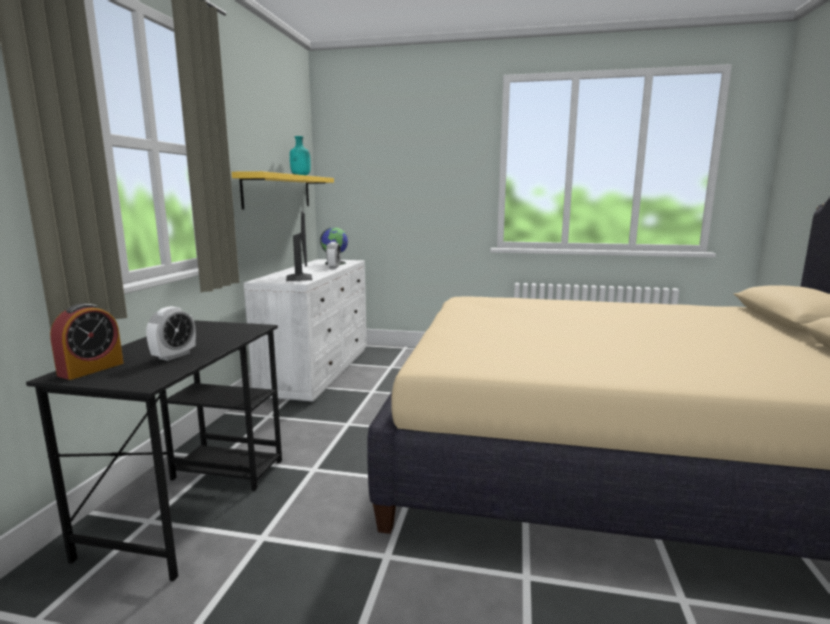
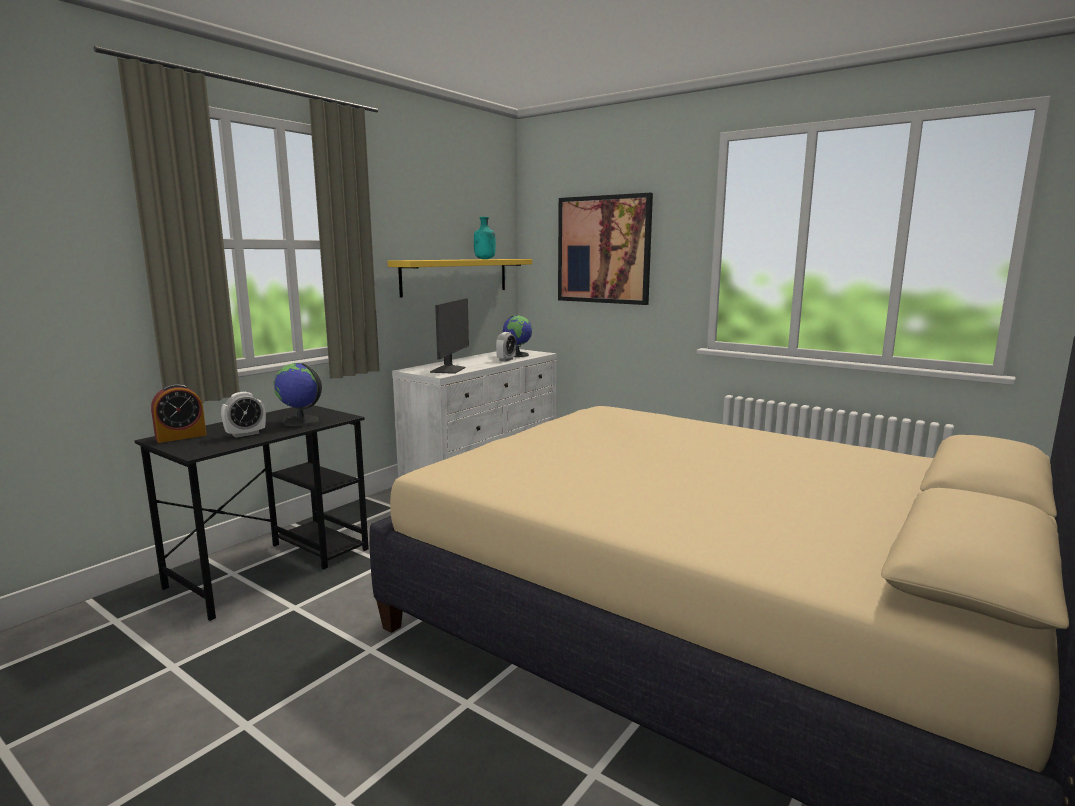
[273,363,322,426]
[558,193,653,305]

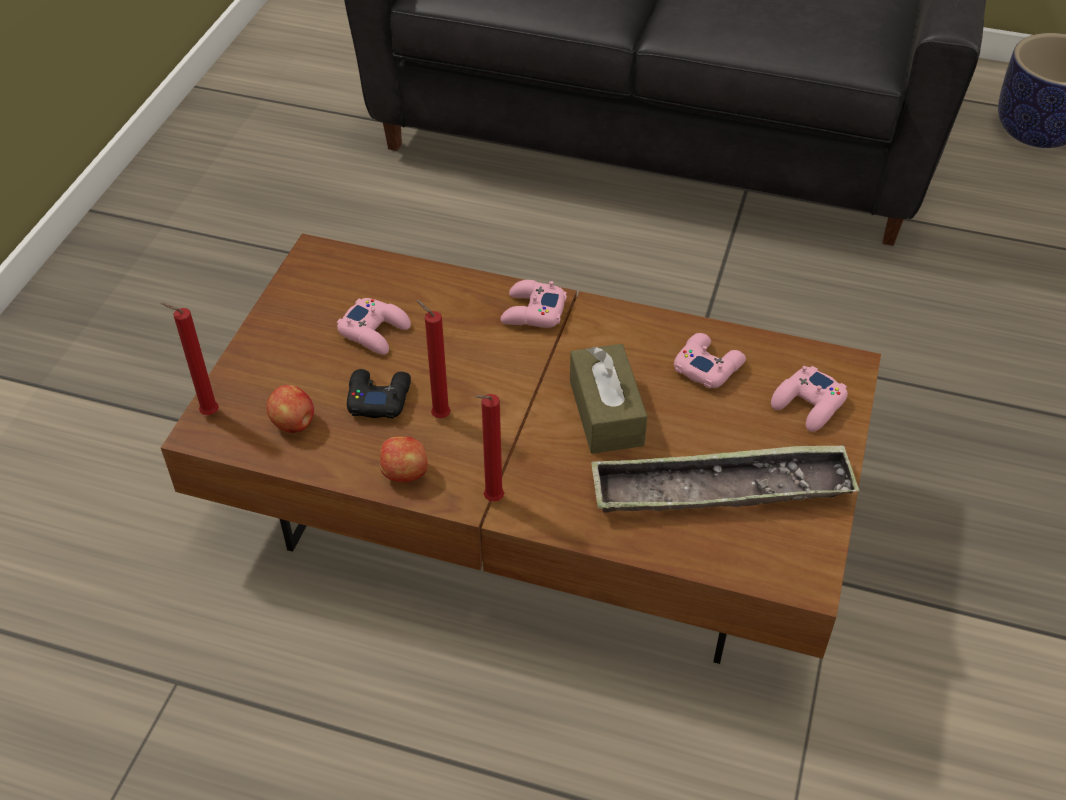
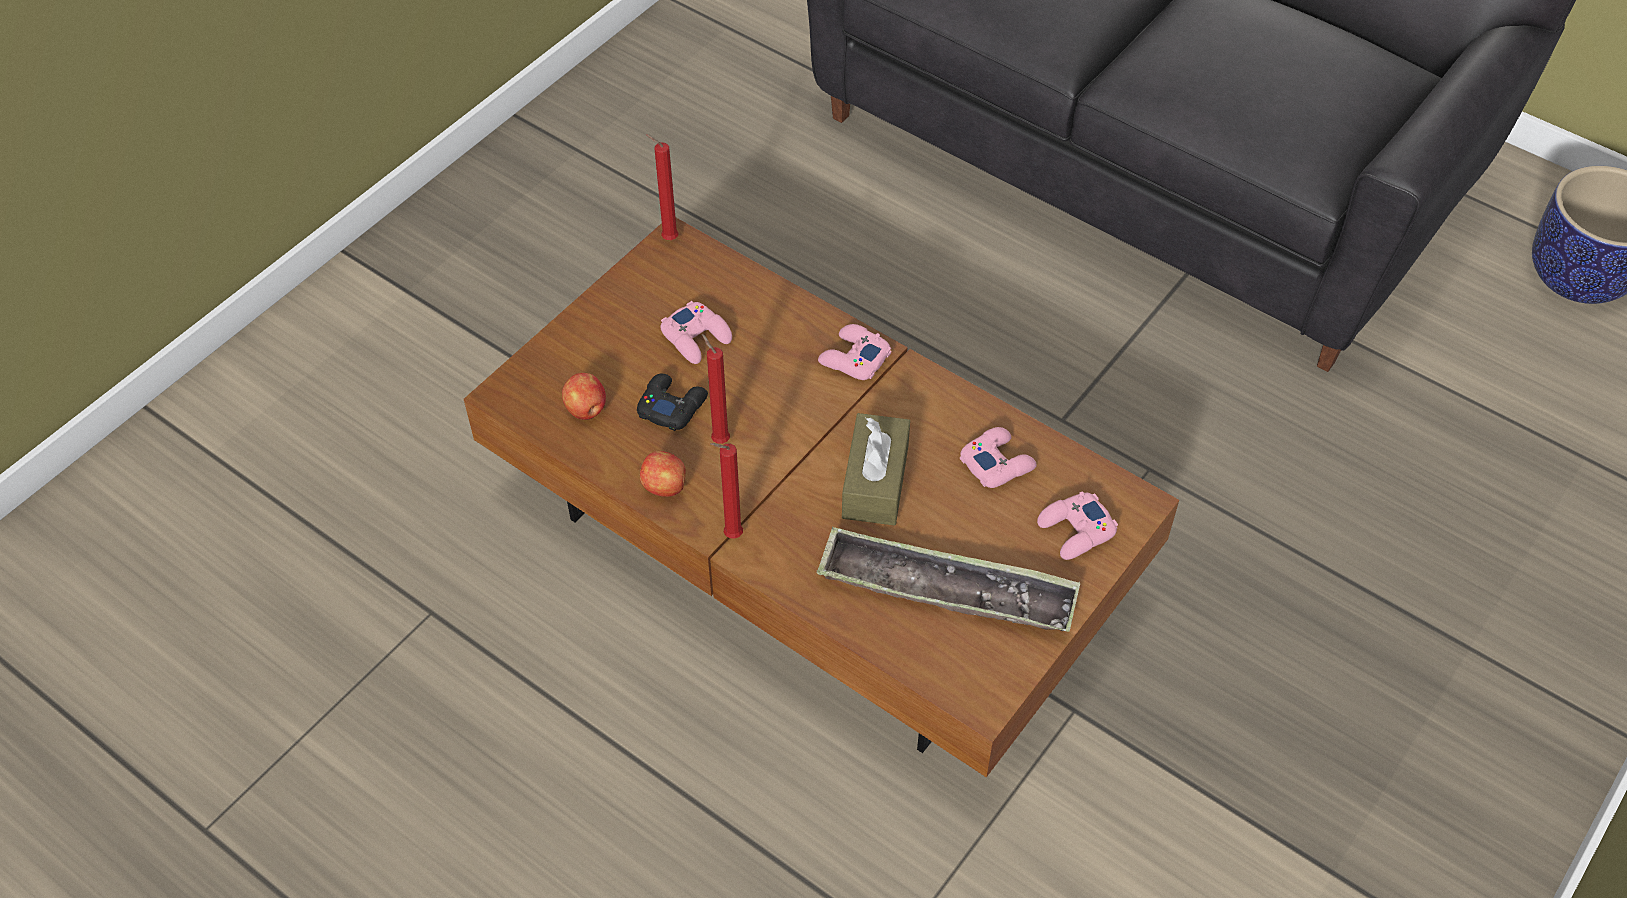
[646,134,678,240]

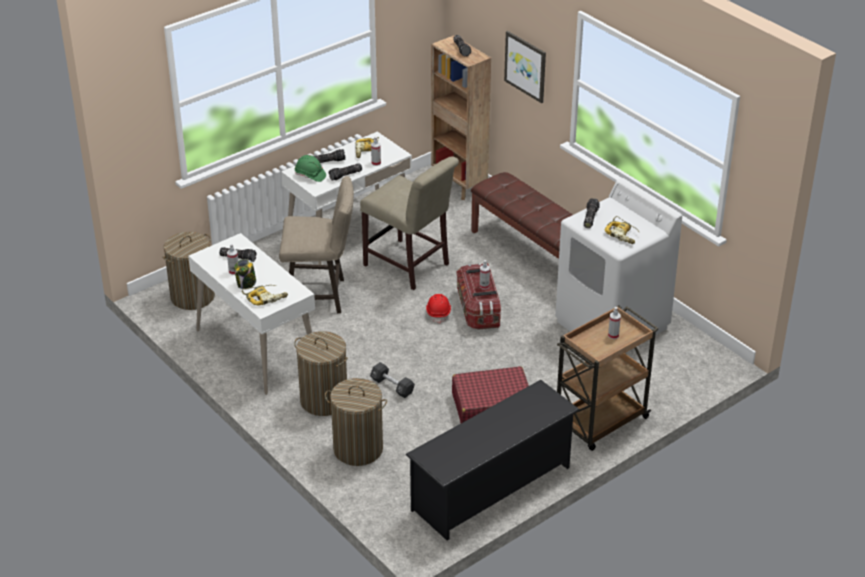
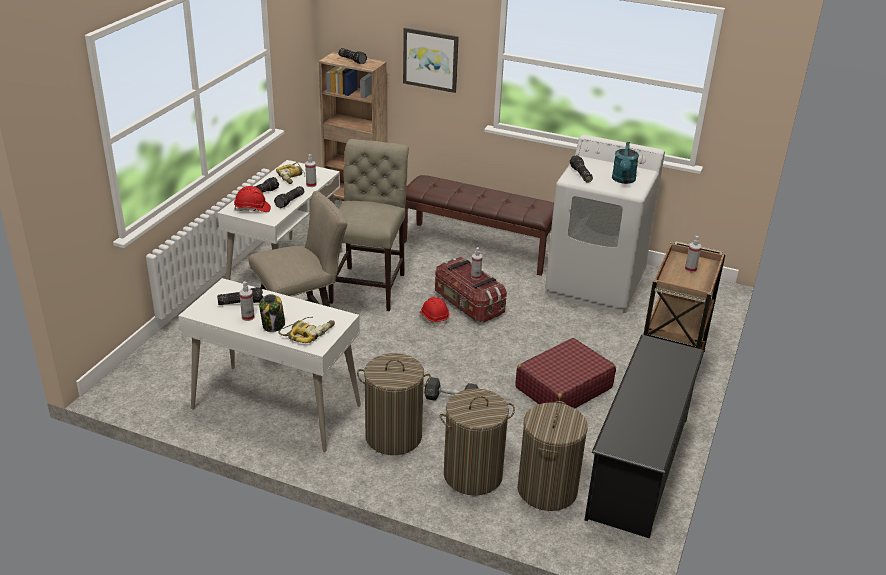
[518,401,588,511]
[612,142,639,184]
[234,186,271,212]
[329,139,409,311]

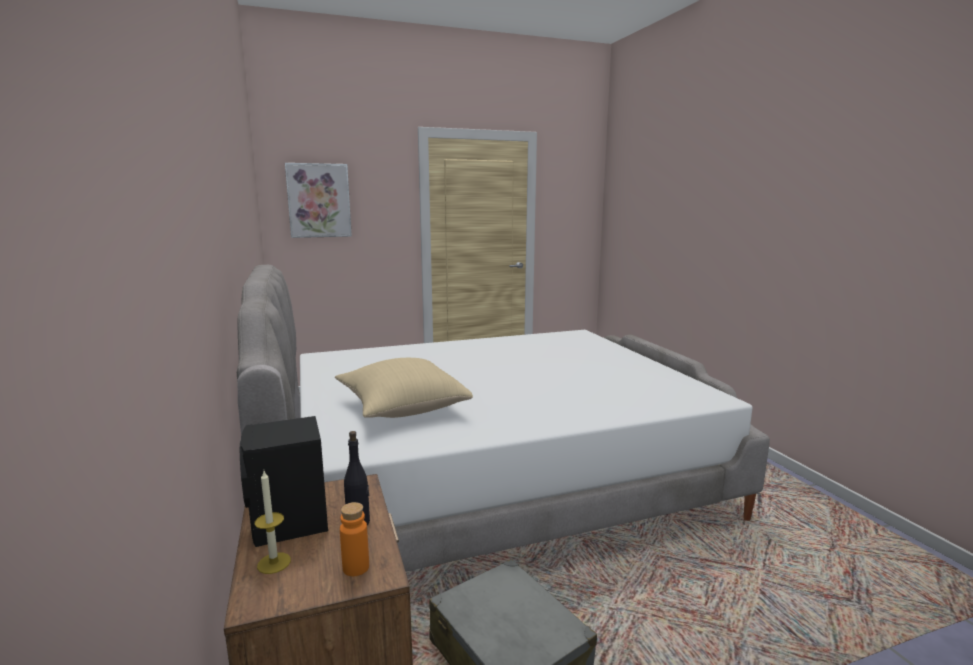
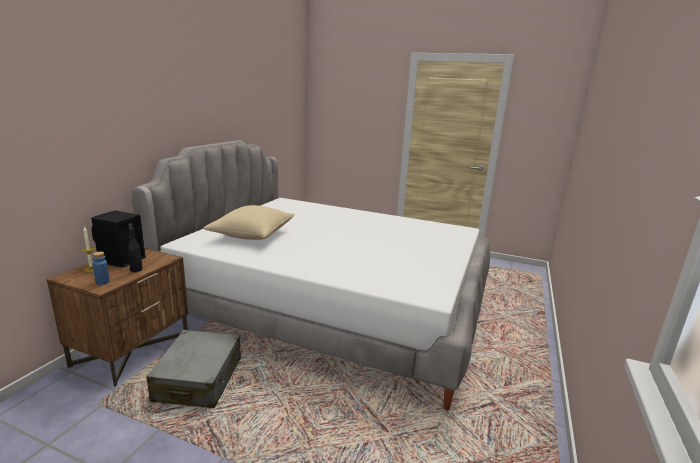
[285,163,352,238] (first image)
[92,252,110,285]

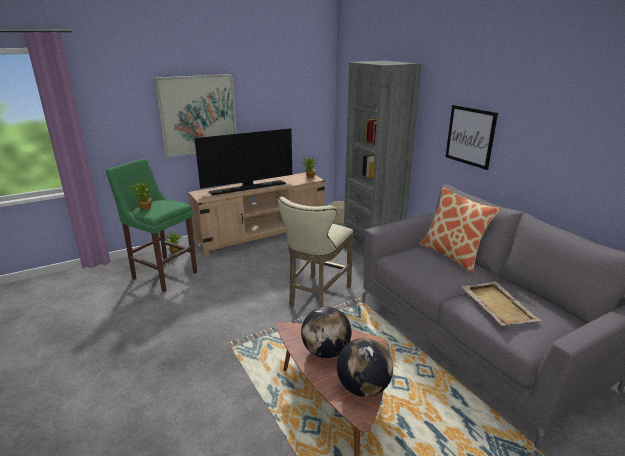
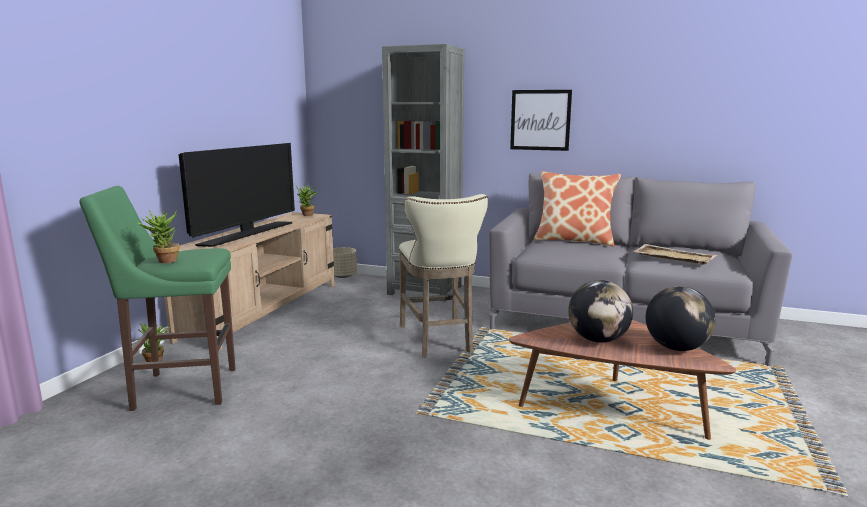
[154,74,237,158] (first image)

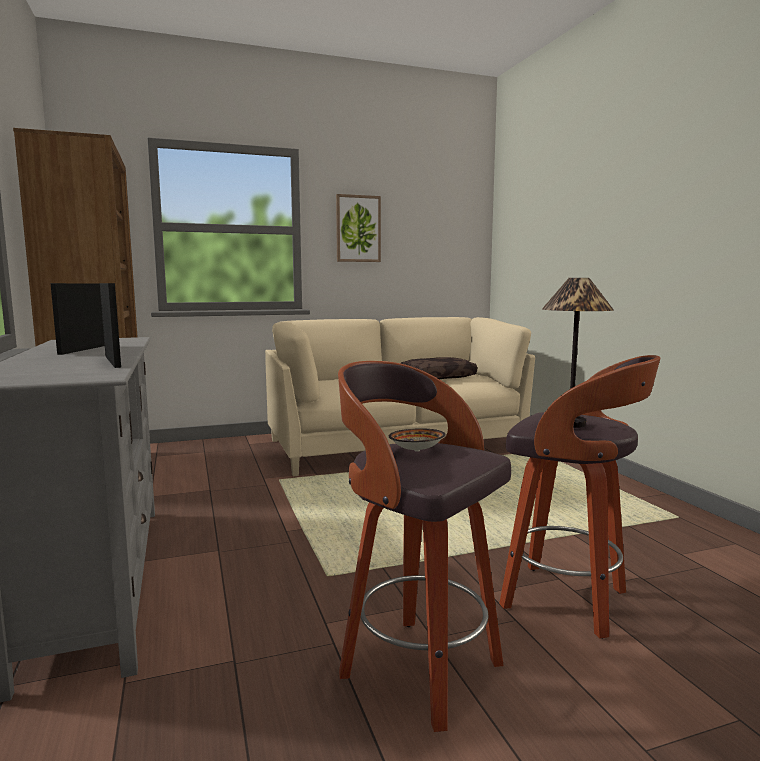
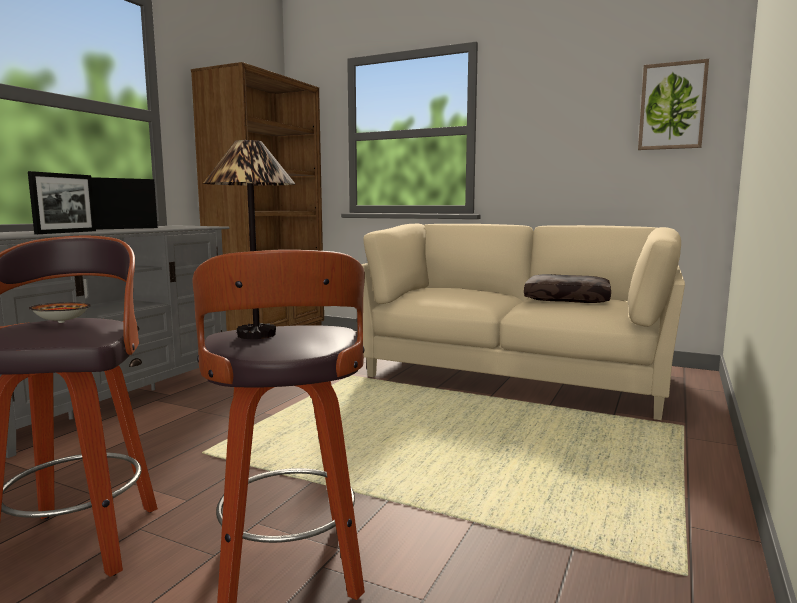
[638,59,709,150]

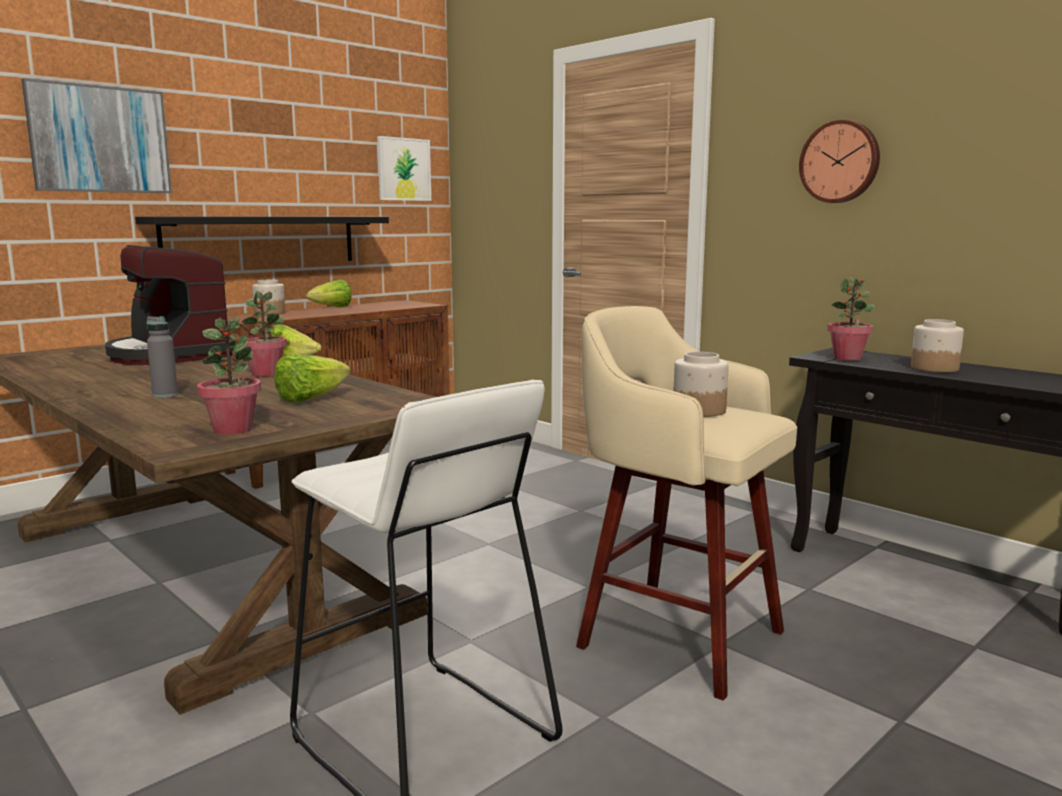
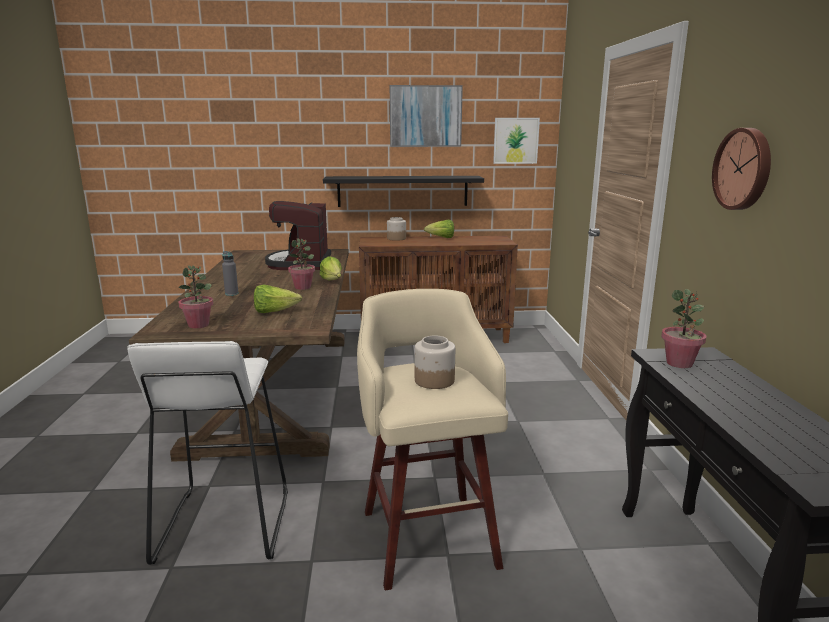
[911,319,964,372] (first image)
[390,85,463,147]

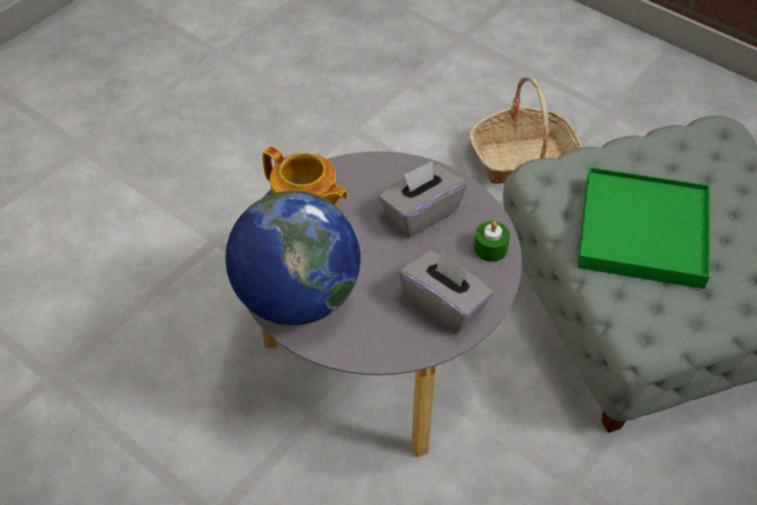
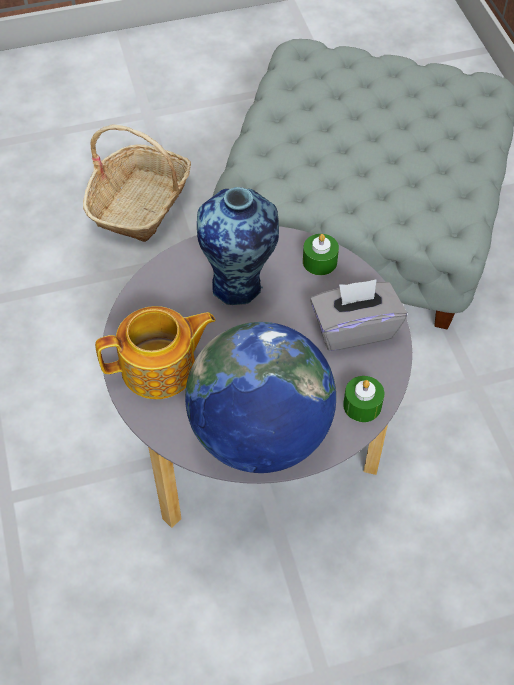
[577,167,710,289] (first image)
[343,376,384,422]
[197,187,279,305]

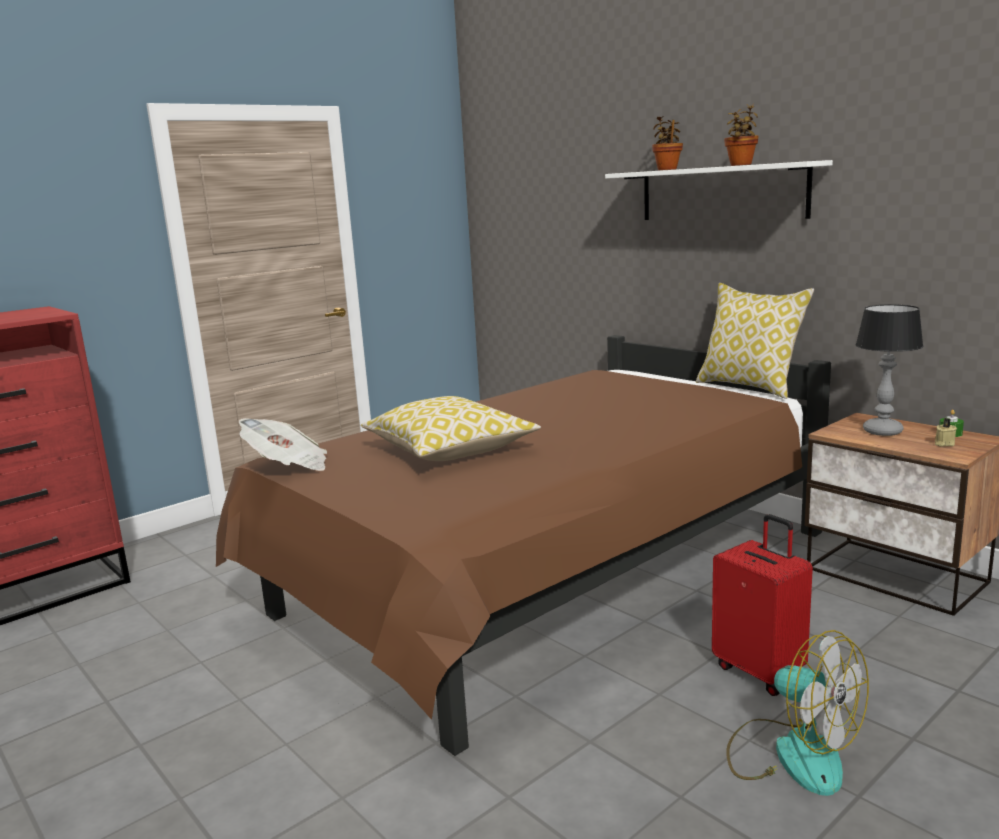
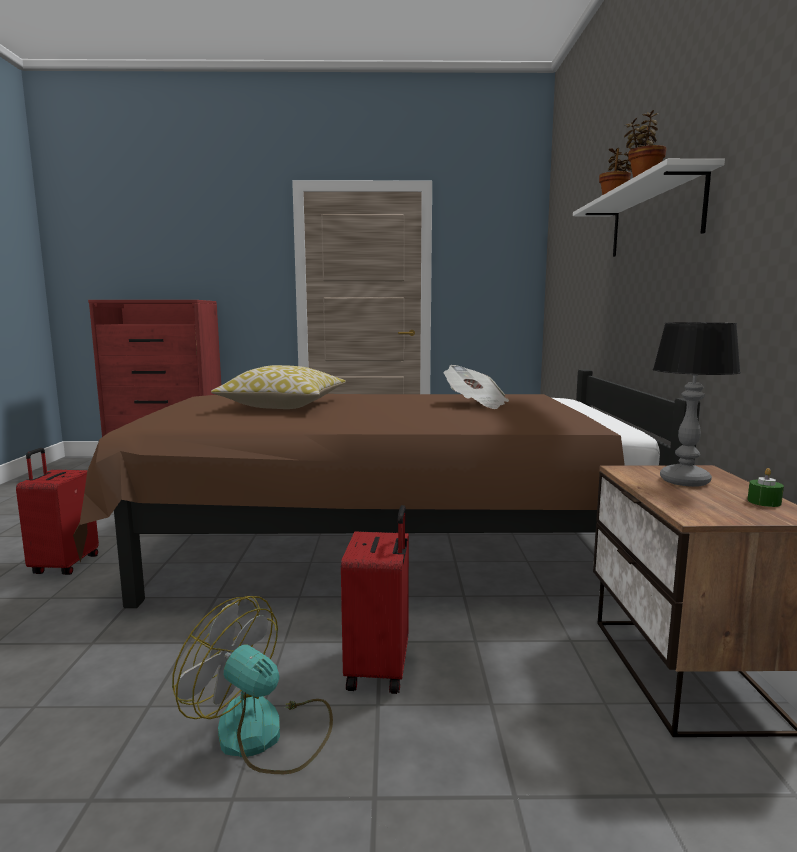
[696,283,814,399] (first image)
[935,418,957,447] (first image)
[16,448,99,575]
[444,365,509,409]
[172,596,333,774]

